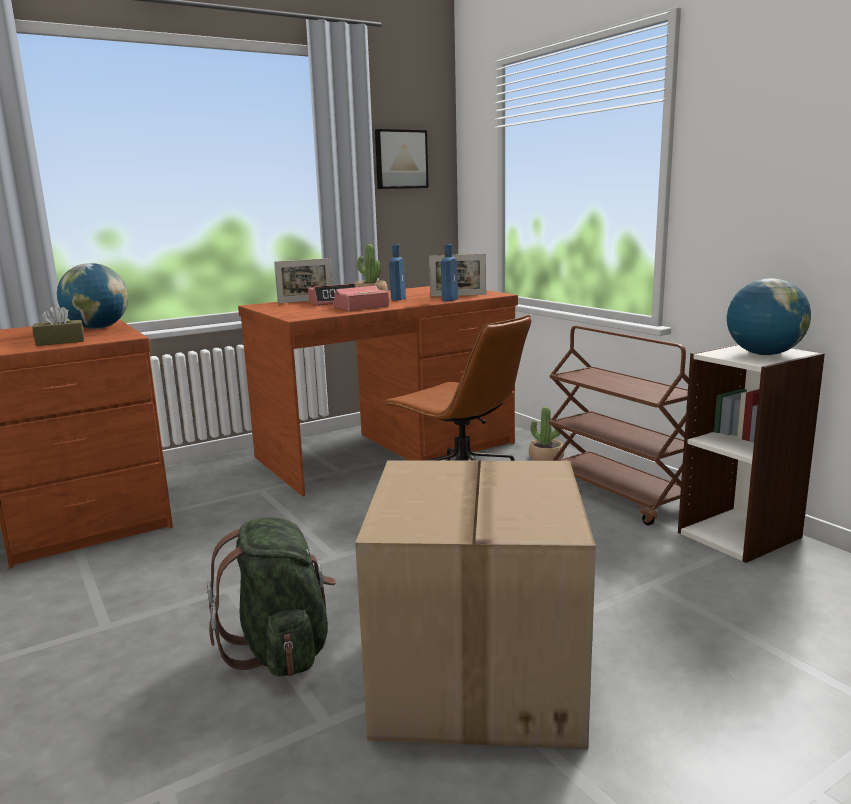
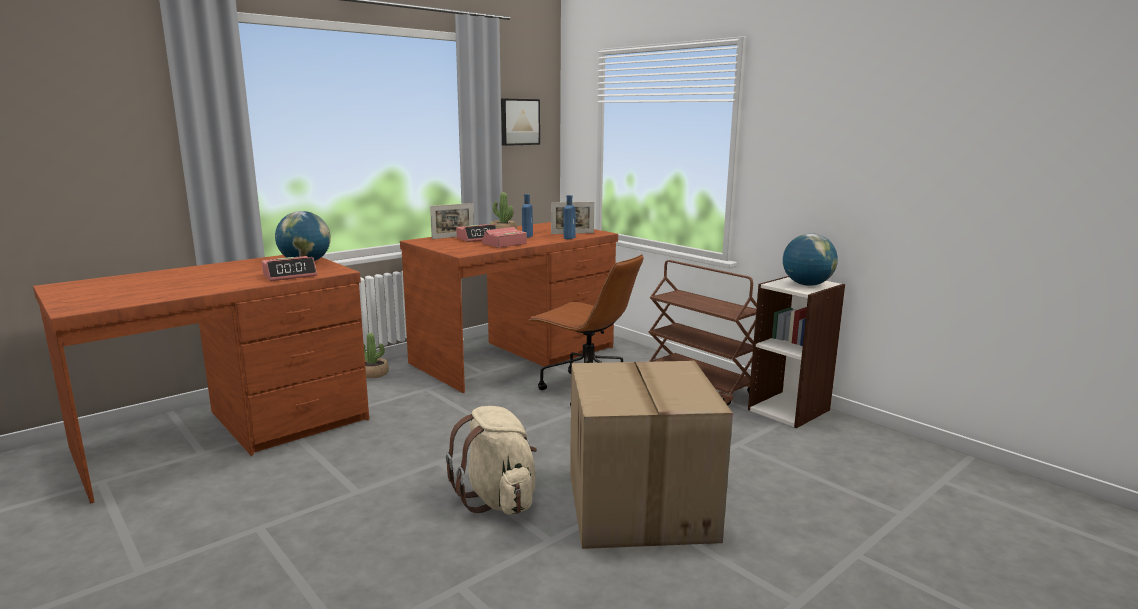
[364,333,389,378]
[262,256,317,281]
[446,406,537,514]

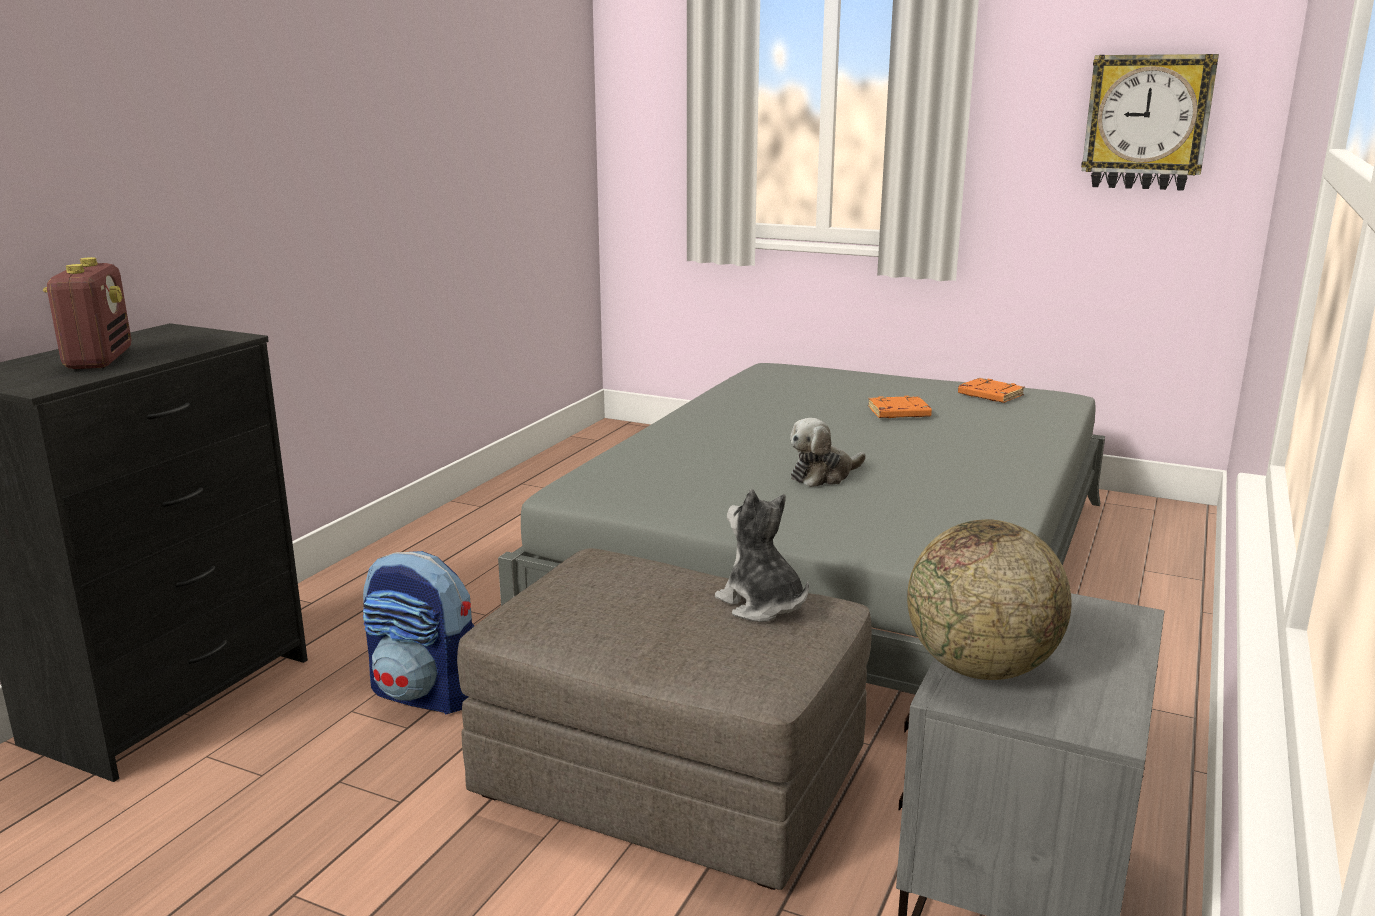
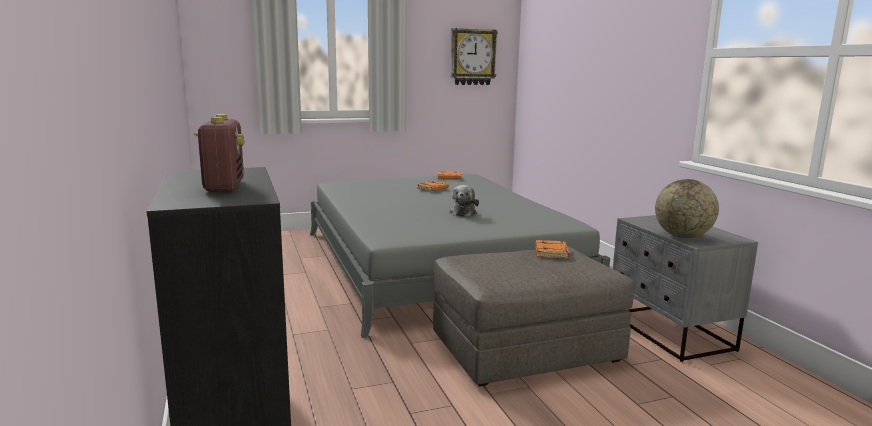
[363,551,474,715] (first image)
[535,240,570,258]
[194,114,244,192]

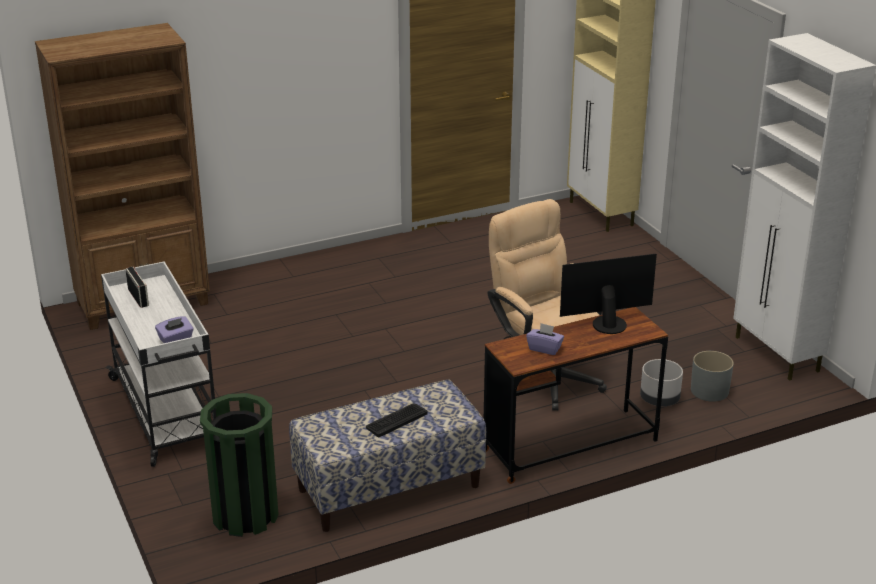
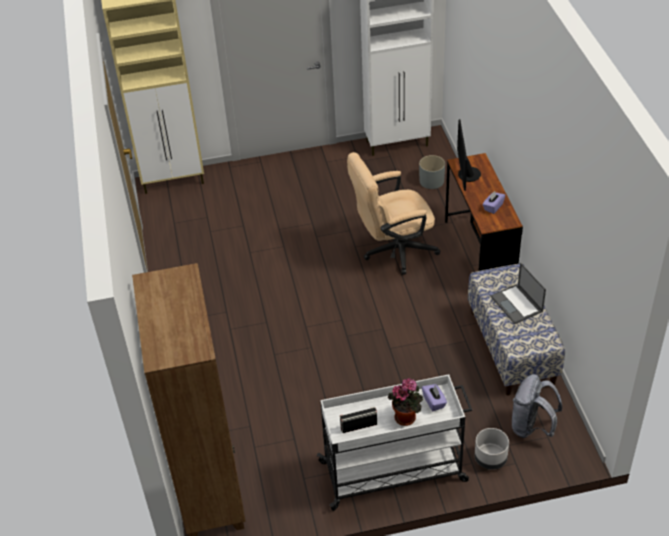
[388,378,423,426]
[475,428,509,470]
[512,374,562,438]
[491,263,546,324]

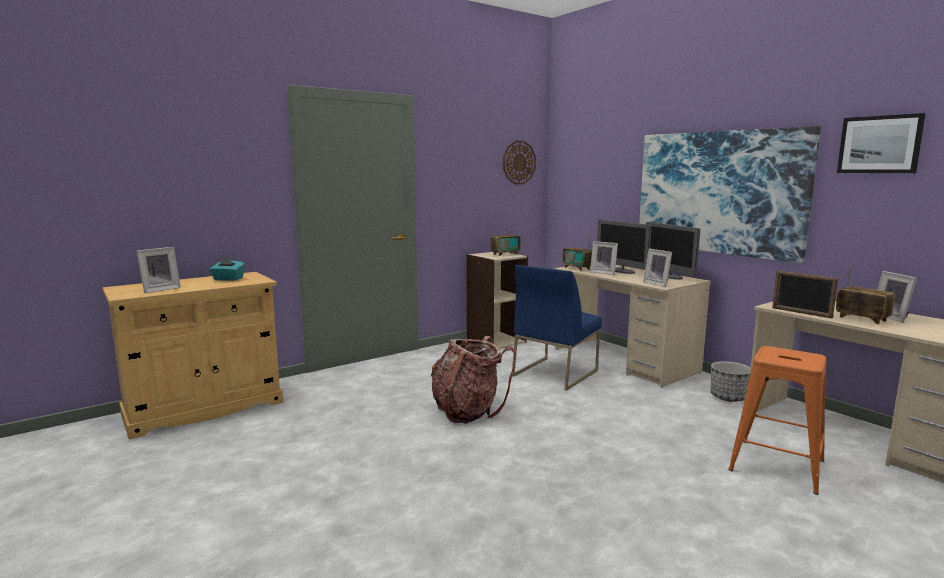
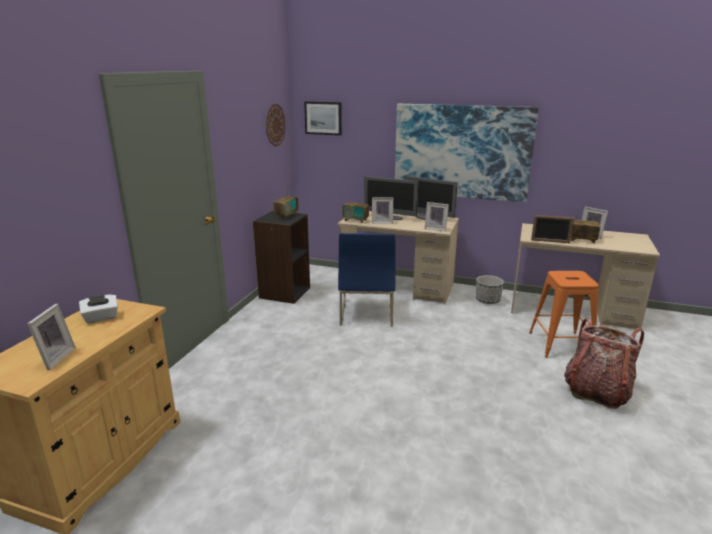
[564,318,644,409]
[304,101,342,136]
[79,294,118,323]
[253,211,310,304]

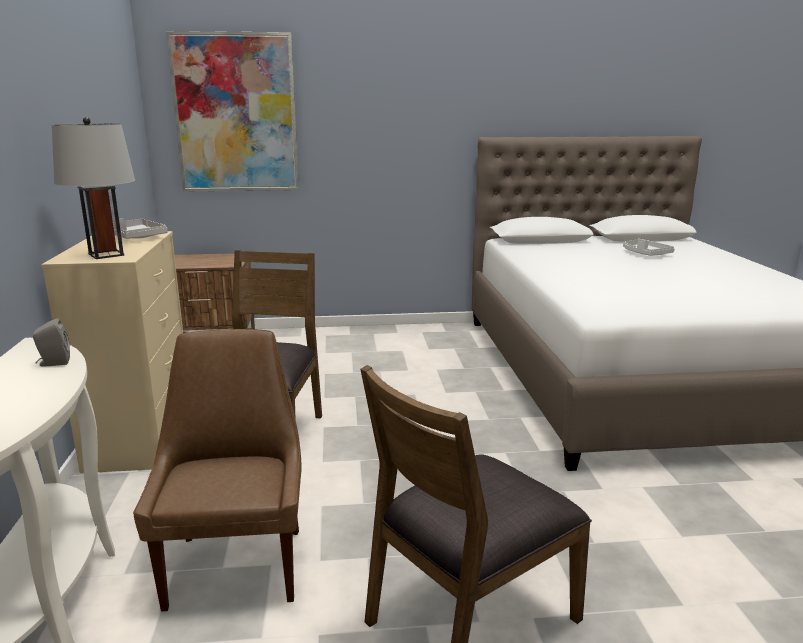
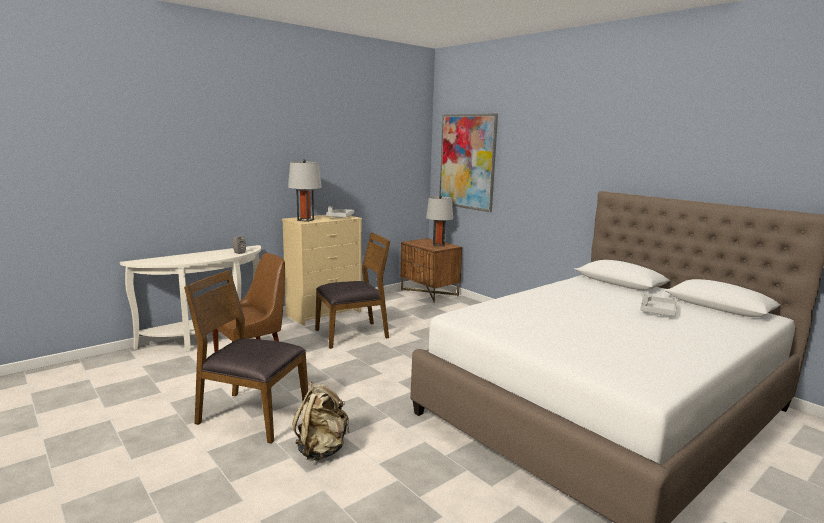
[292,381,349,461]
[426,195,453,246]

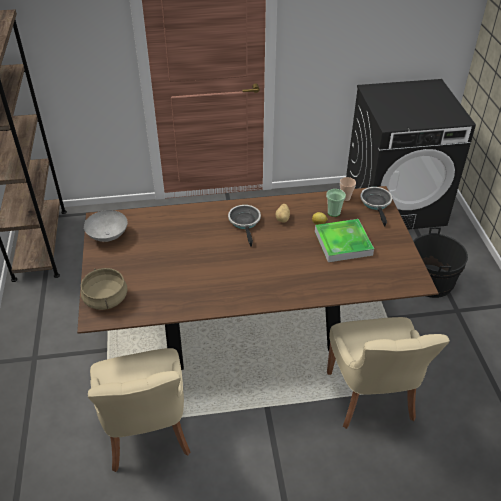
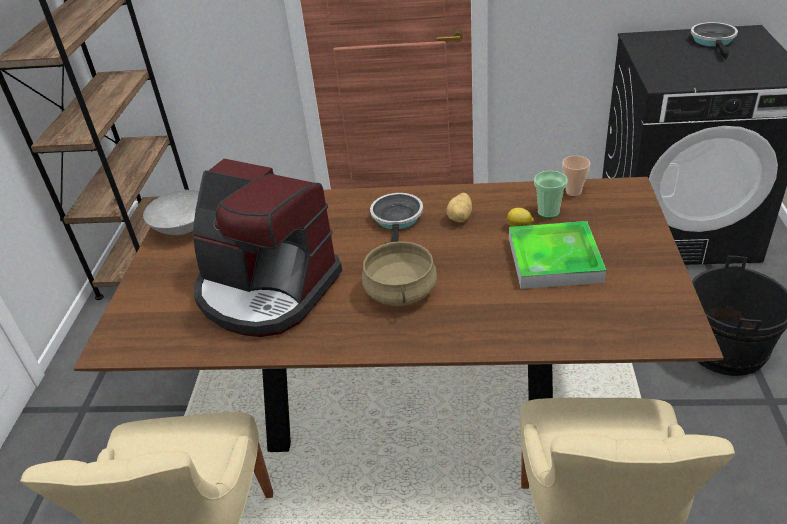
[193,159,342,337]
[362,241,437,306]
[691,22,738,60]

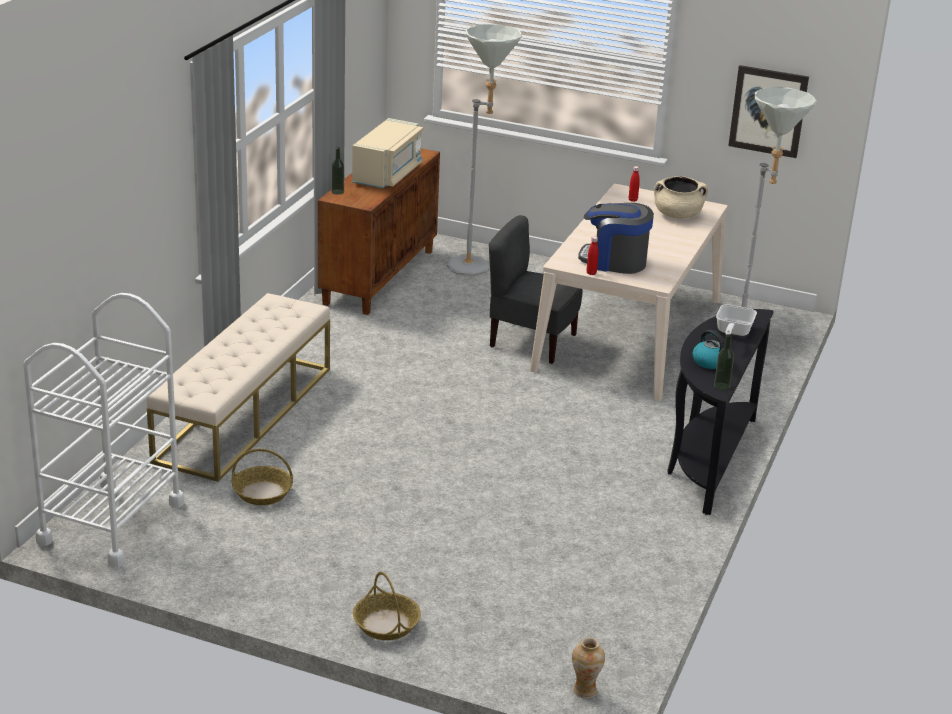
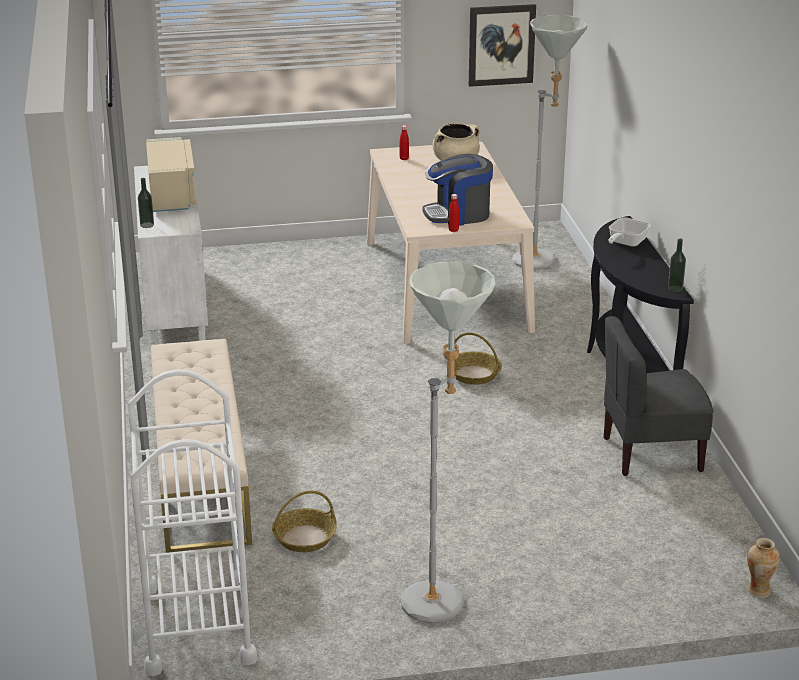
[693,330,725,369] (first image)
[454,333,502,385]
[401,262,496,623]
[604,316,714,476]
[134,166,208,345]
[608,217,651,247]

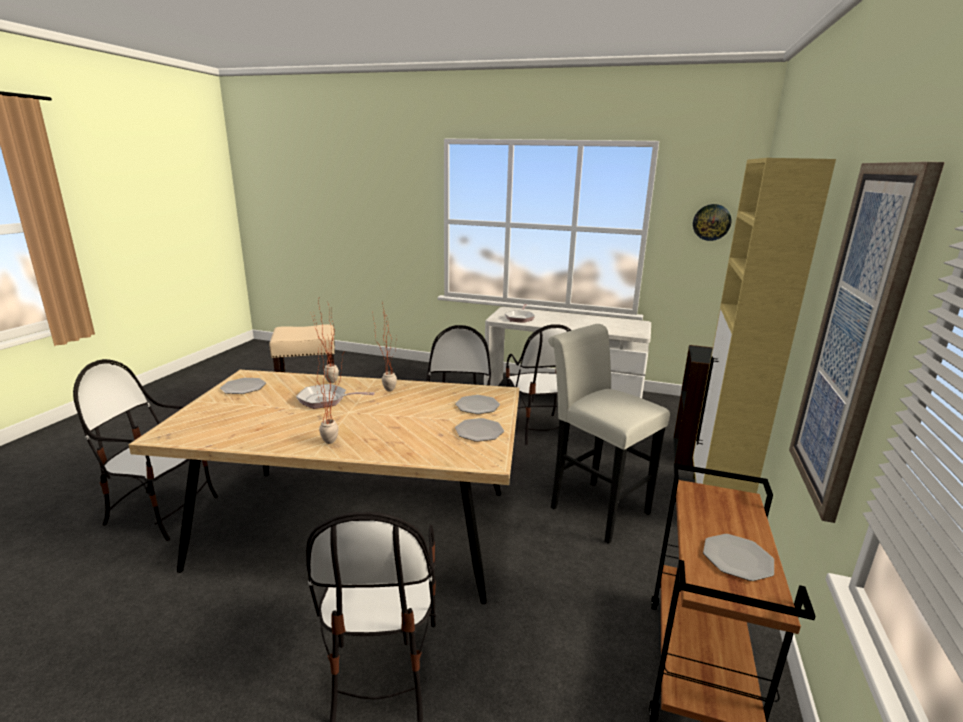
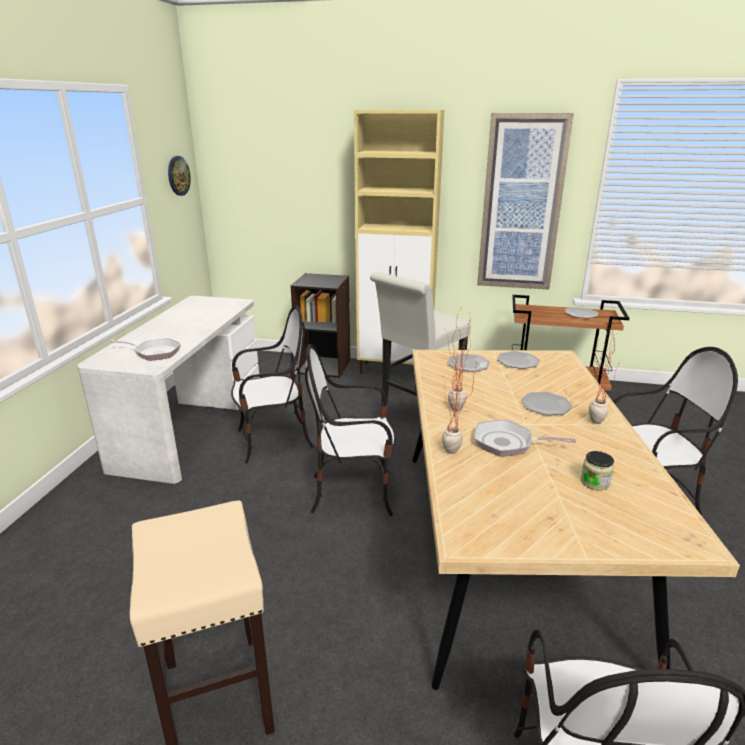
[581,451,614,490]
[521,392,573,415]
[474,420,576,457]

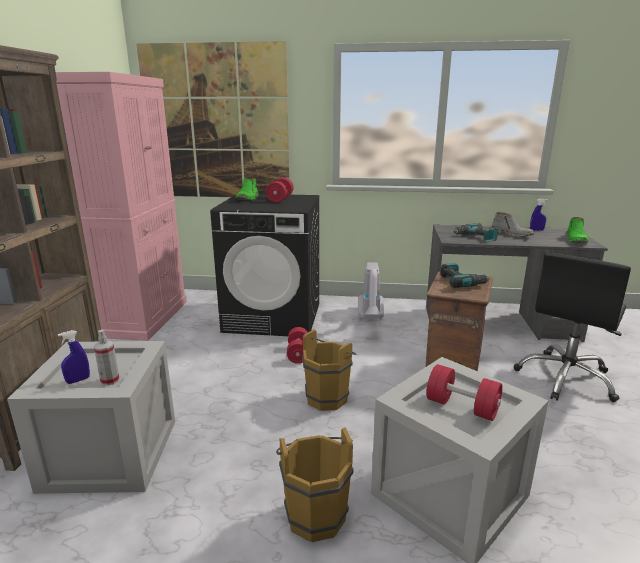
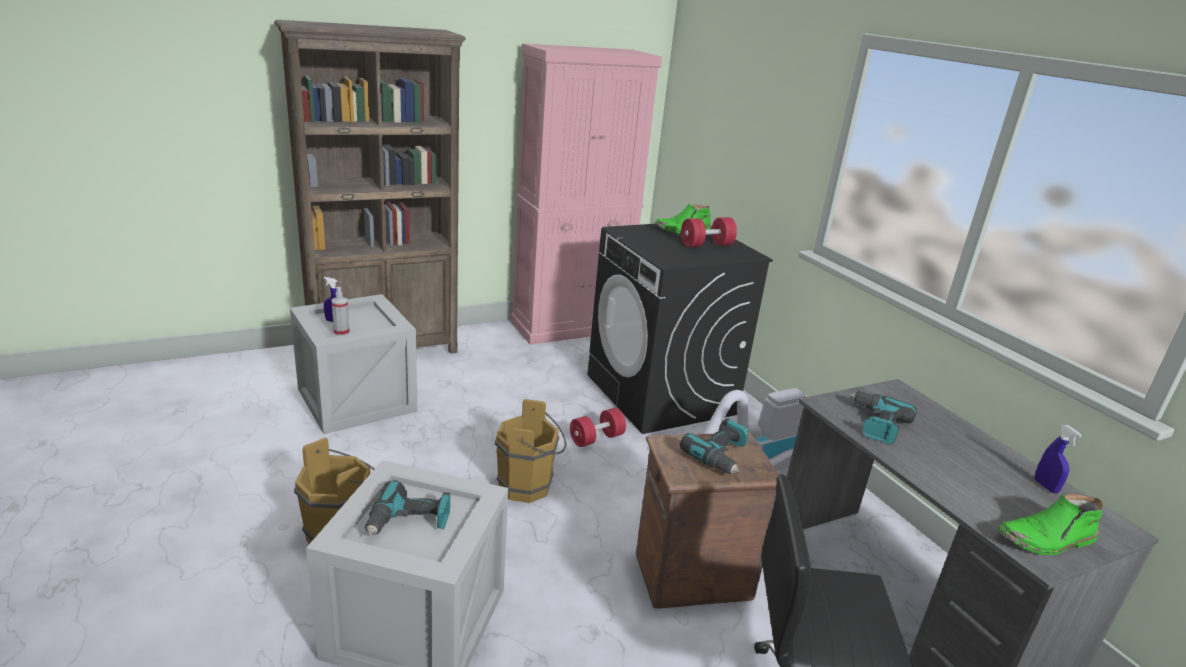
[136,41,290,197] (first image)
[491,212,534,237] (first image)
[365,480,450,536]

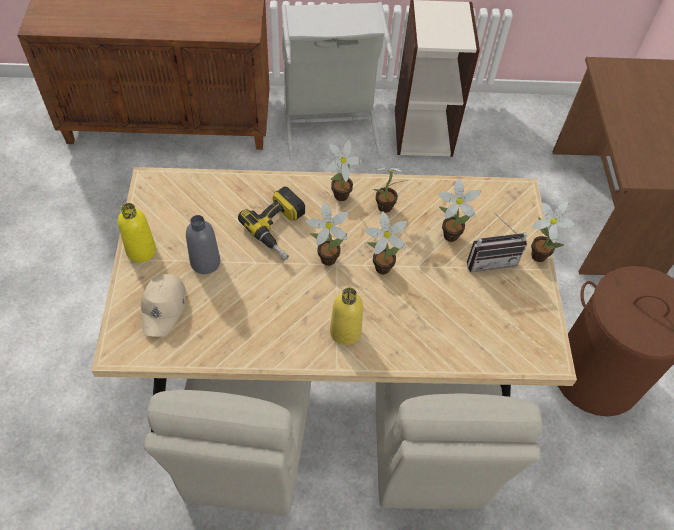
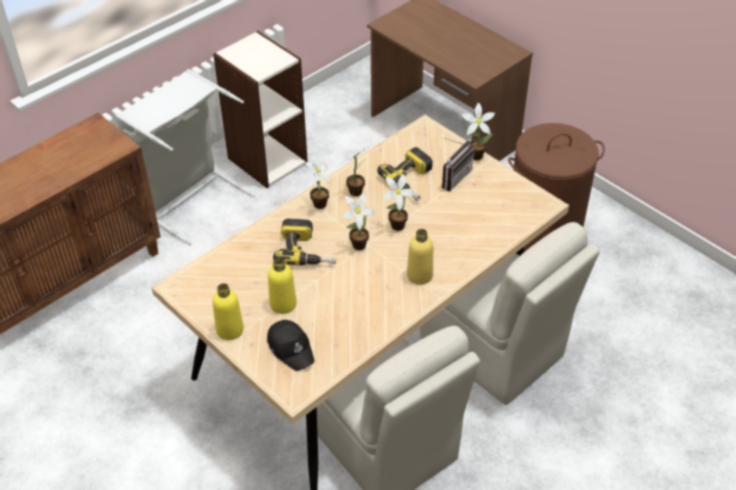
[377,147,433,201]
[267,320,315,371]
[268,258,297,314]

